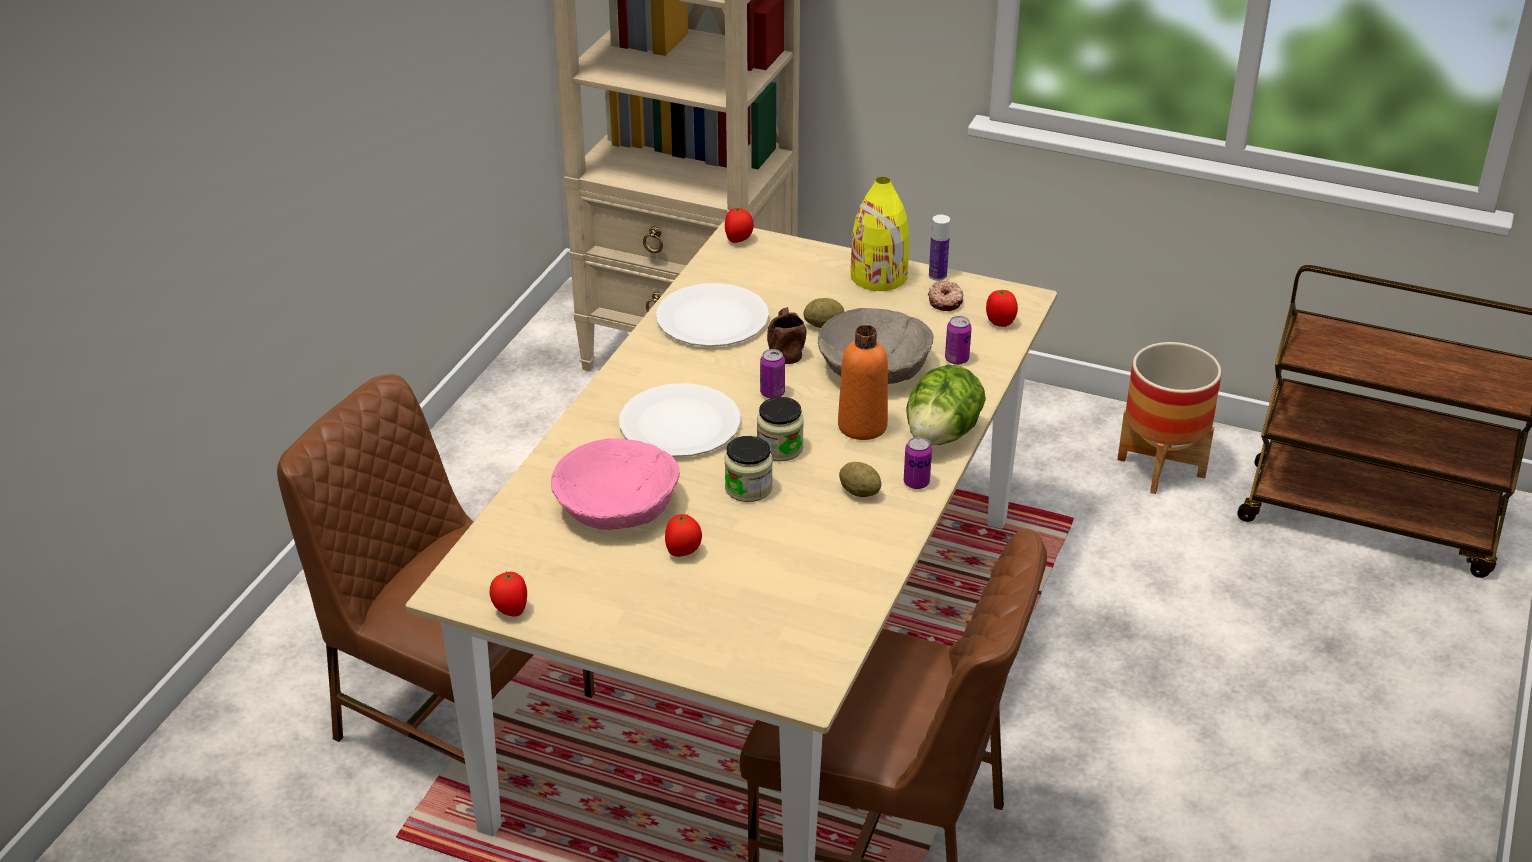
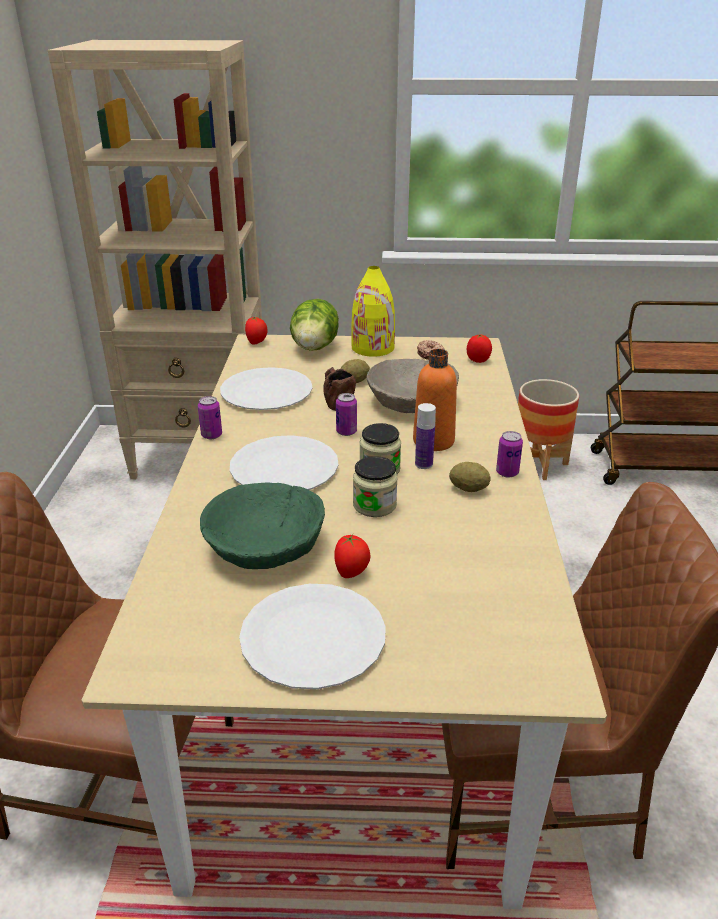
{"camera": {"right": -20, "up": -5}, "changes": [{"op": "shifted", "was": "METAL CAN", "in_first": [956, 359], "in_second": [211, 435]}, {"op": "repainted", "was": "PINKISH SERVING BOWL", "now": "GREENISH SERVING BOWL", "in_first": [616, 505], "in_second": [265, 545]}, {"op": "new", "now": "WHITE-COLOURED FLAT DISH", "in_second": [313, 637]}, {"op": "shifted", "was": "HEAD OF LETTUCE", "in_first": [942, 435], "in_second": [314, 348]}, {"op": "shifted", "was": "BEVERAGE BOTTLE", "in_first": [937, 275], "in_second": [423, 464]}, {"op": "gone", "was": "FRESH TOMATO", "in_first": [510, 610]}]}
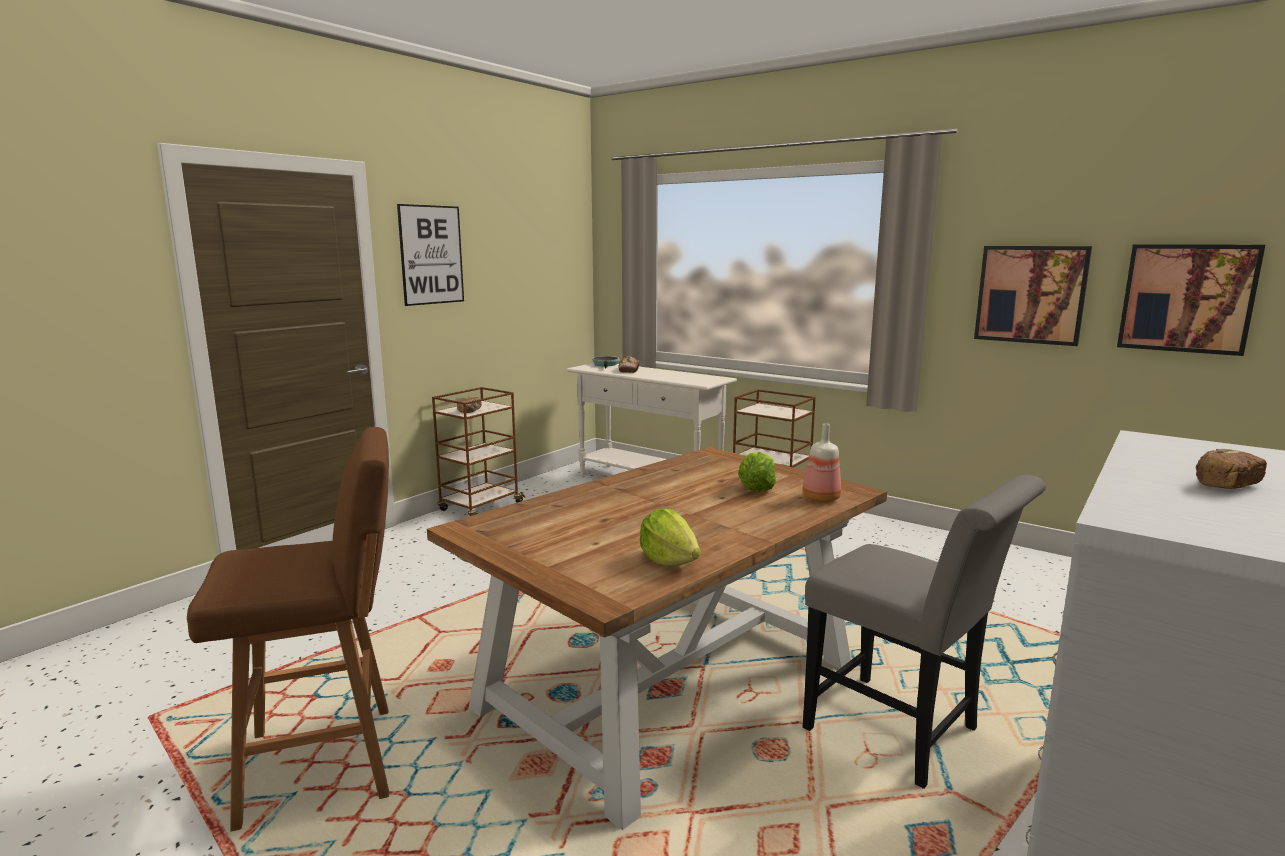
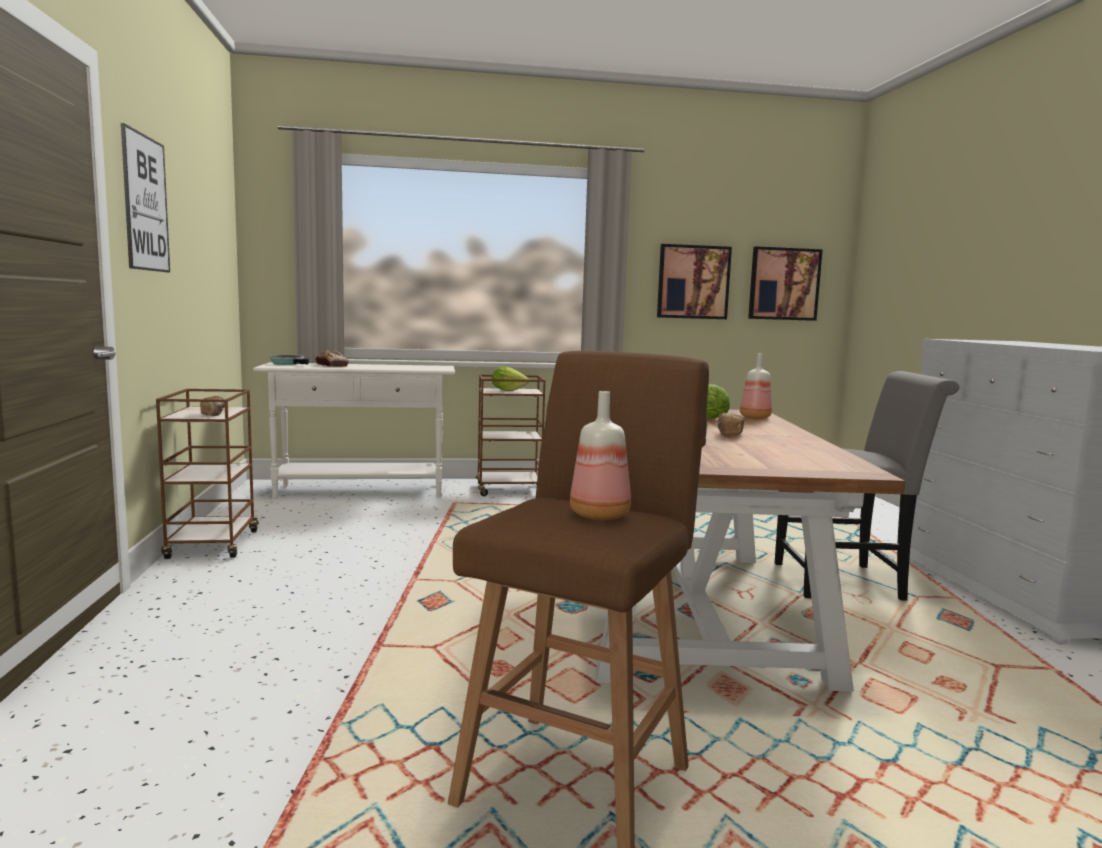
{"camera": {"right": -45, "up": -5}, "changes": [{"op": "shifted", "was": "HEAD OF LETTUCE", "in_first": [669, 561], "in_second": [508, 390]}, {"op": "new", "now": "BEVERAGE BOTTLE", "in_second": [601, 515]}, {"op": "shifted", "was": "BAKERY BREAD", "in_first": [1224, 485], "in_second": [729, 434]}]}
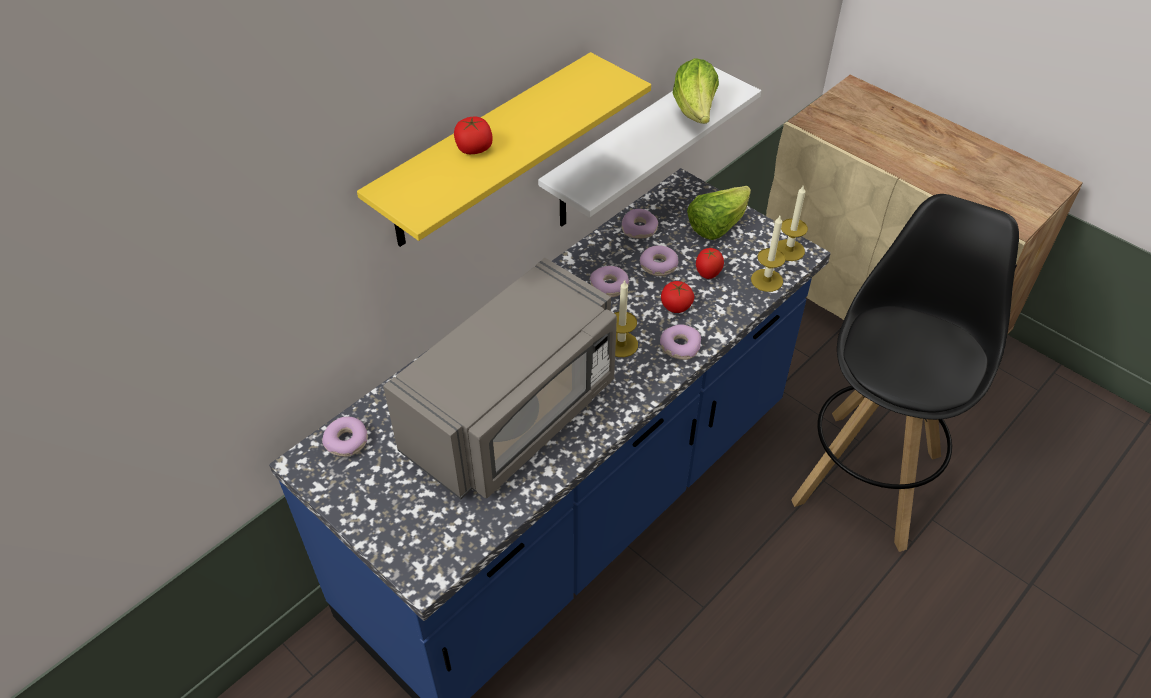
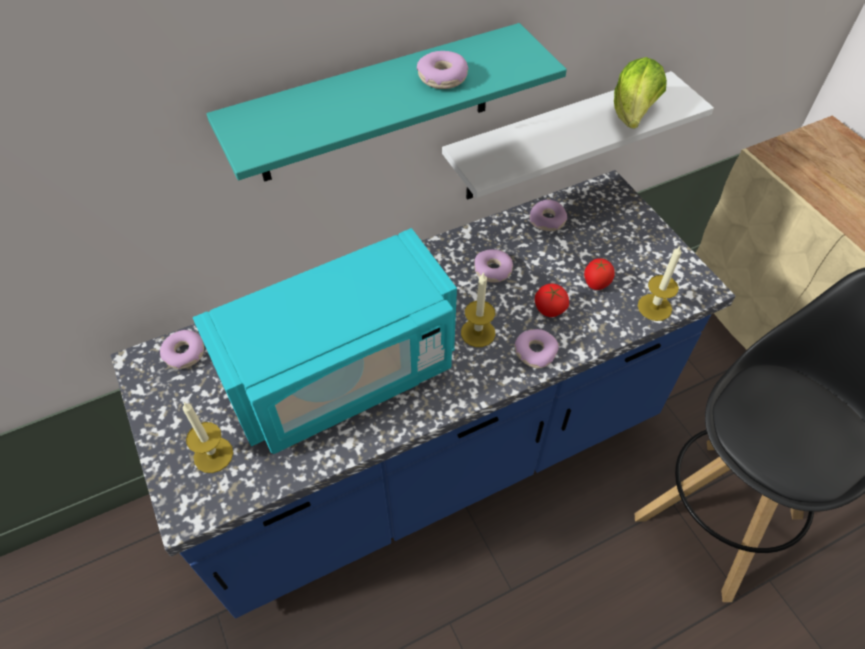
{"camera": {"right": 20, "up": 5}, "changes": [{"op": "shifted", "was": "WAX LIGHT", "in_first": [789, 250], "in_second": [213, 455]}, {"op": "repainted", "was": "GREYISH MICROWAVE", "now": "TURQUOISE MICROWAVE", "in_first": [513, 415], "in_second": [343, 374]}, {"op": "repainted", "was": "YELLOW SHELF", "now": "TURQUOISE SHELF", "in_first": [485, 152], "in_second": [375, 105]}, {"op": "shifted", "was": "RING DOUGHNUT", "in_first": [658, 266], "in_second": [442, 78]}, {"op": "gone", "was": "FRESH TOMATO", "in_first": [474, 149]}, {"op": "gone", "was": "HEAD OF LETTUCE", "in_first": [717, 226]}]}
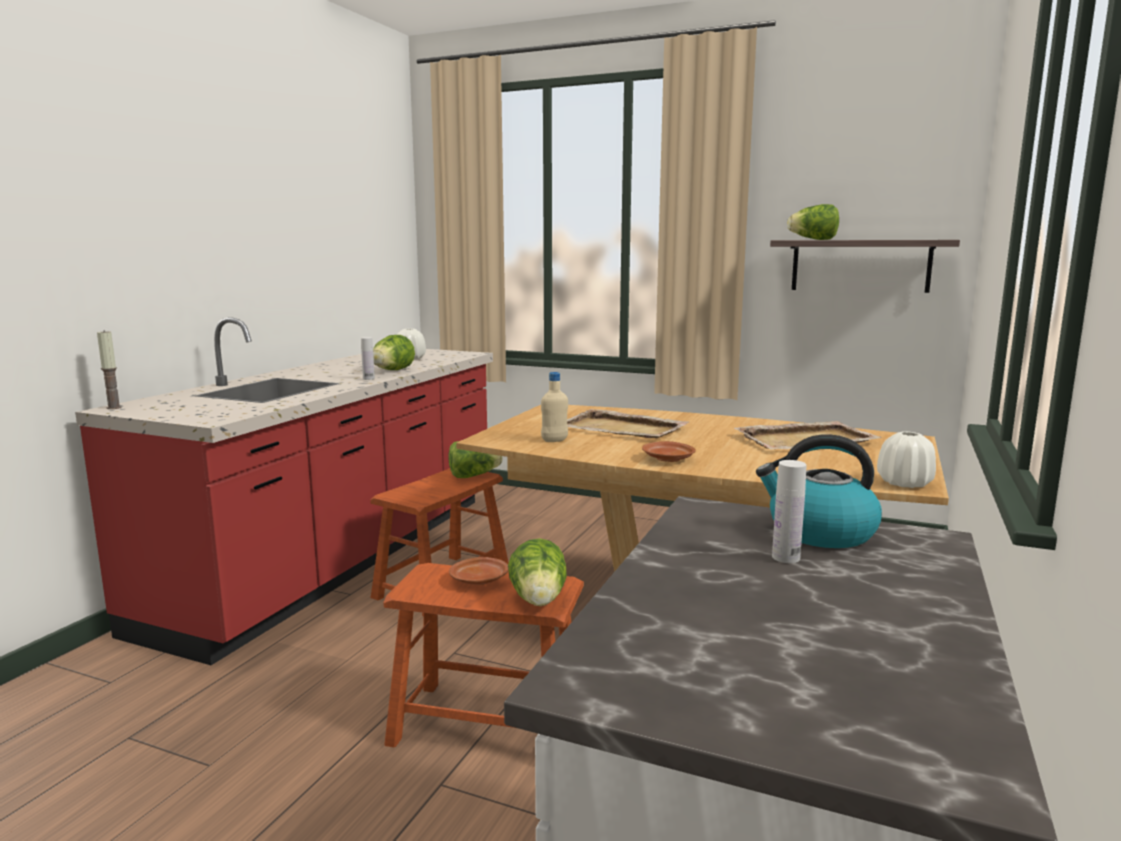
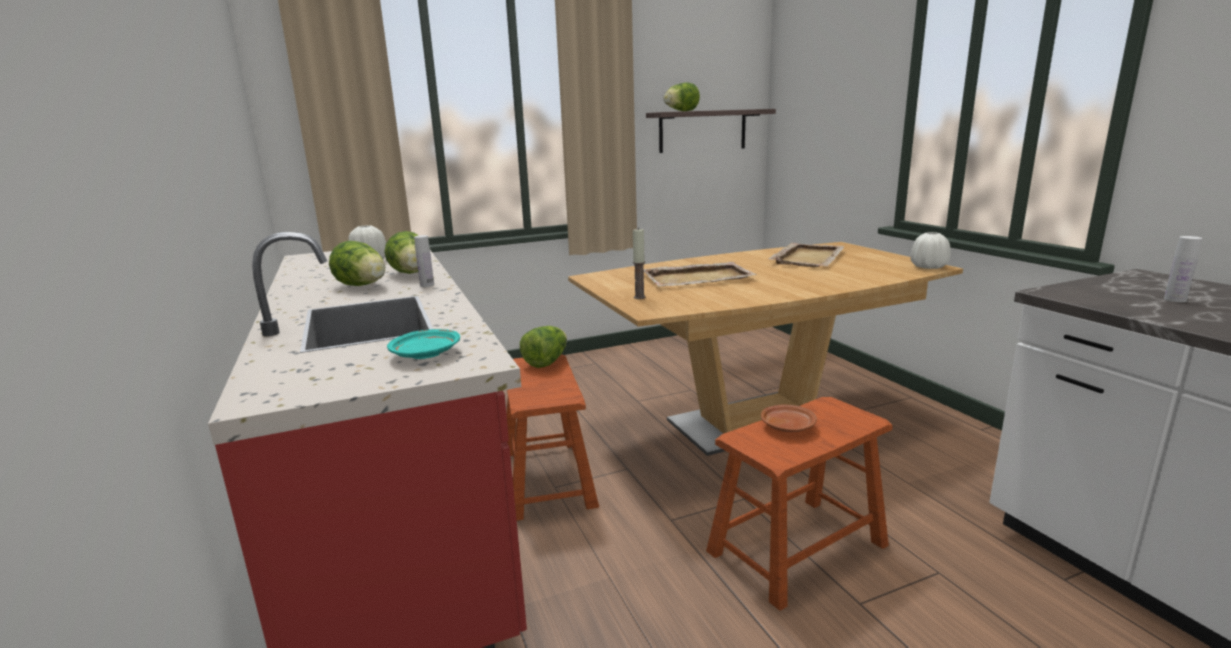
{"camera": {"right": -45, "up": 5}, "changes": [{"op": "shifted", "was": "HEAD OF LETTUCE", "in_first": [539, 601], "in_second": [363, 286]}, {"op": "new", "now": "TURQUOISE FLAT DISH", "in_second": [426, 354]}, {"op": "shifted", "was": "WAX LIGHT", "in_first": [114, 407], "in_second": [639, 297]}, {"op": "gone", "was": "BEIGE-COLOURED BEVERAGE BOTTLE", "in_first": [554, 440]}, {"op": "gone", "was": "BROWN-COLOURED FLAT DISH", "in_first": [668, 459]}, {"op": "gone", "was": "TEA KETTLE", "in_first": [820, 532]}]}
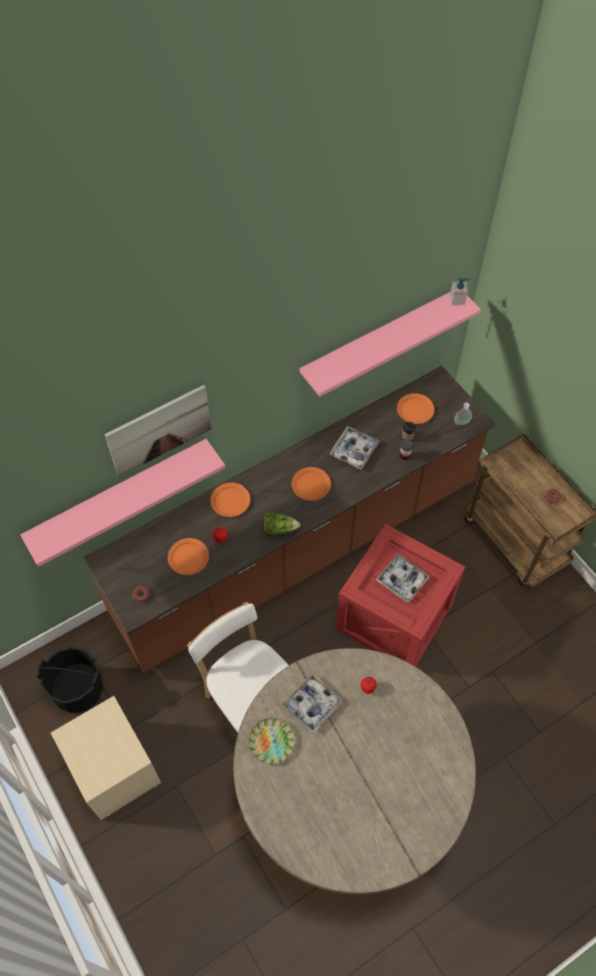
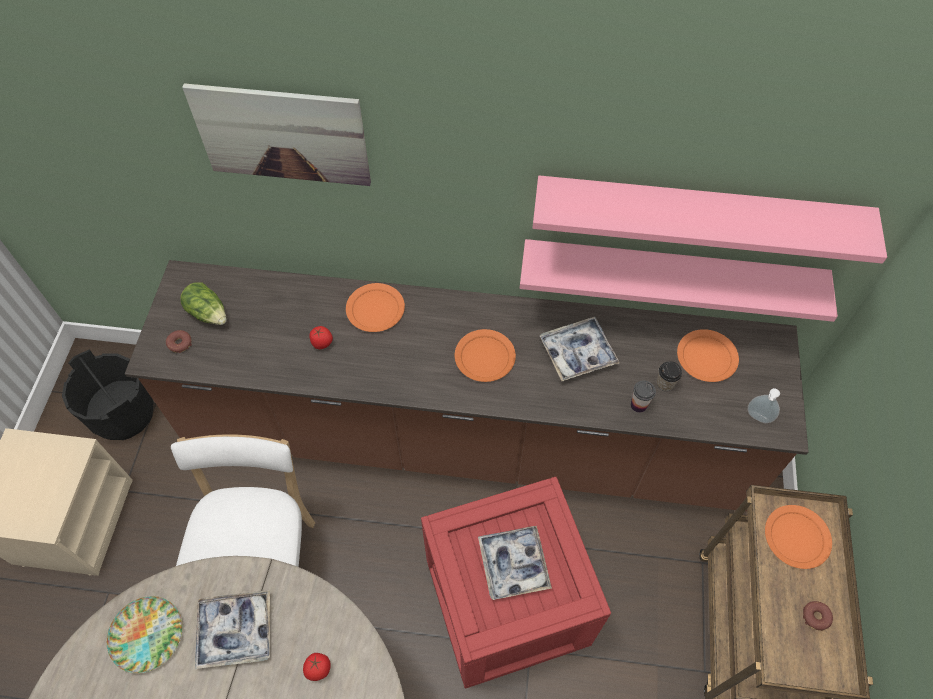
{"camera": {"right": 40, "up": 0}, "changes": [{"op": "shifted", "was": "HEAD OF LETTUCE", "in_first": [279, 528], "in_second": [209, 313]}, {"op": "shifted", "was": "PINKISH SHELF", "in_first": [119, 495], "in_second": [670, 271]}, {"op": "shifted", "was": "ORANGEY FLAT DISH", "in_first": [188, 557], "in_second": [796, 537]}, {"op": "gone", "was": "SOAP BOTTLE", "in_first": [457, 300]}]}
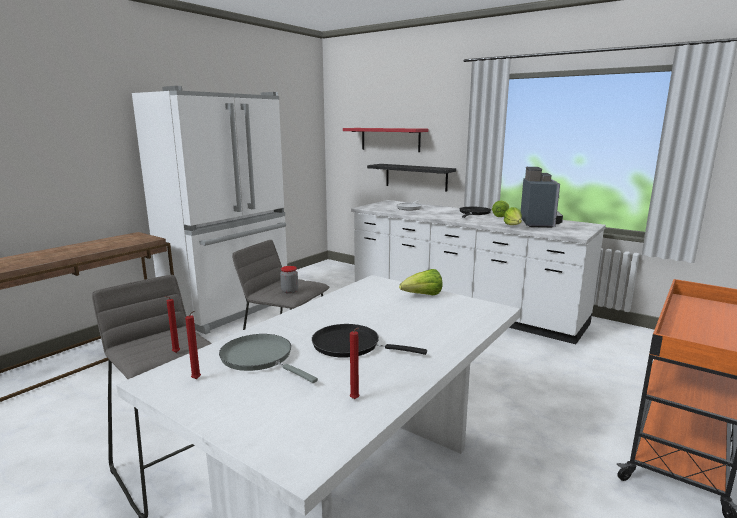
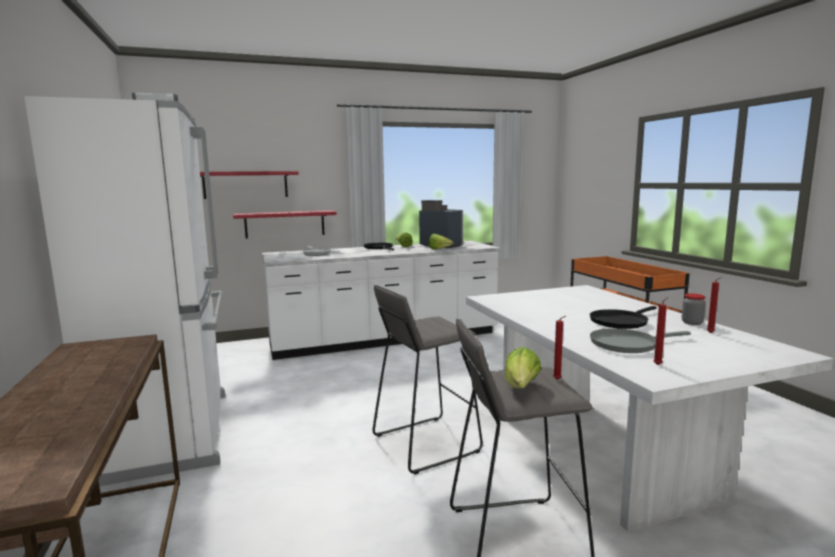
{"camera": {"right": -55, "up": -5}, "changes": [{"op": "repainted", "was": "BLACKISH SHELF", "now": "RED SHELF", "in_first": [416, 177], "in_second": [285, 224]}, {"op": "shifted", "was": "HEAD OF LETTUCE", "in_first": [422, 296], "in_second": [521, 387]}, {"op": "shifted", "was": "STORAGE JAR", "in_first": [289, 291], "in_second": [692, 323]}]}
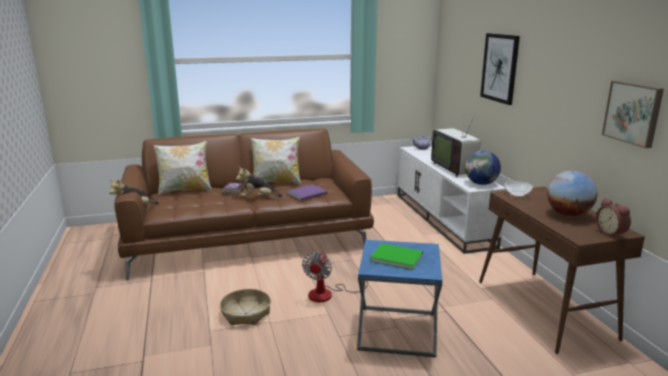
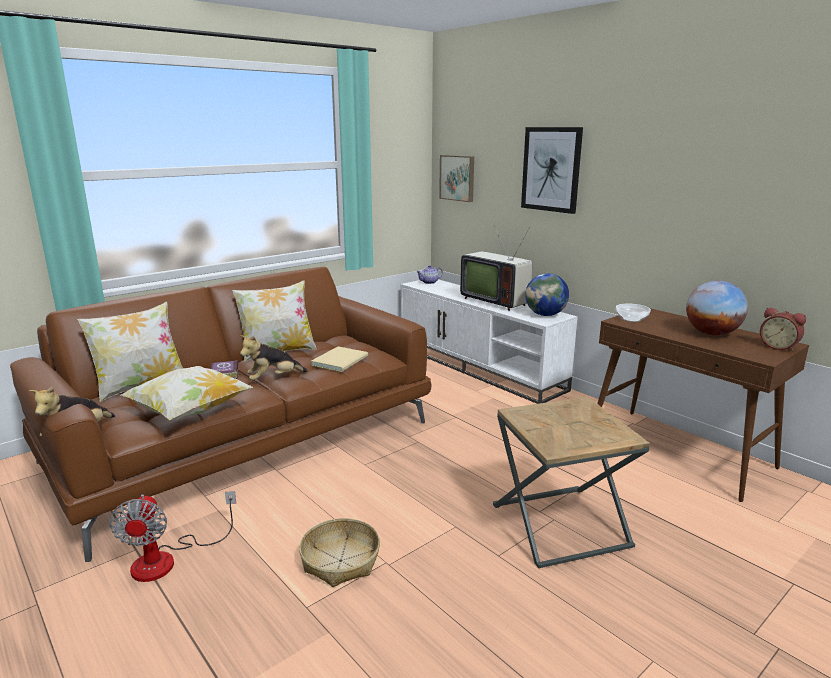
{"camera": {"right": -25, "up": 0}, "changes": [{"op": "shifted", "was": "FAN", "in_first": [328, 294], "in_second": [168, 559]}, {"op": "new", "now": "PILLOW", "in_second": [190, 412]}, {"op": "repainted", "was": "PURPLISH VOLUME", "now": "BEIGE-COLOURED VOLUME", "in_first": [308, 193], "in_second": [342, 360]}, {"op": "shifted", "was": "WALL PICTURE", "in_first": [633, 113], "in_second": [458, 178]}, {"op": "repainted", "was": "BLUE END TABLE", "now": "BROWN-COLOURED END TABLE", "in_first": [397, 331], "in_second": [560, 525]}, {"op": "gone", "was": "GREENISH VOLUME", "in_first": [395, 257]}]}
